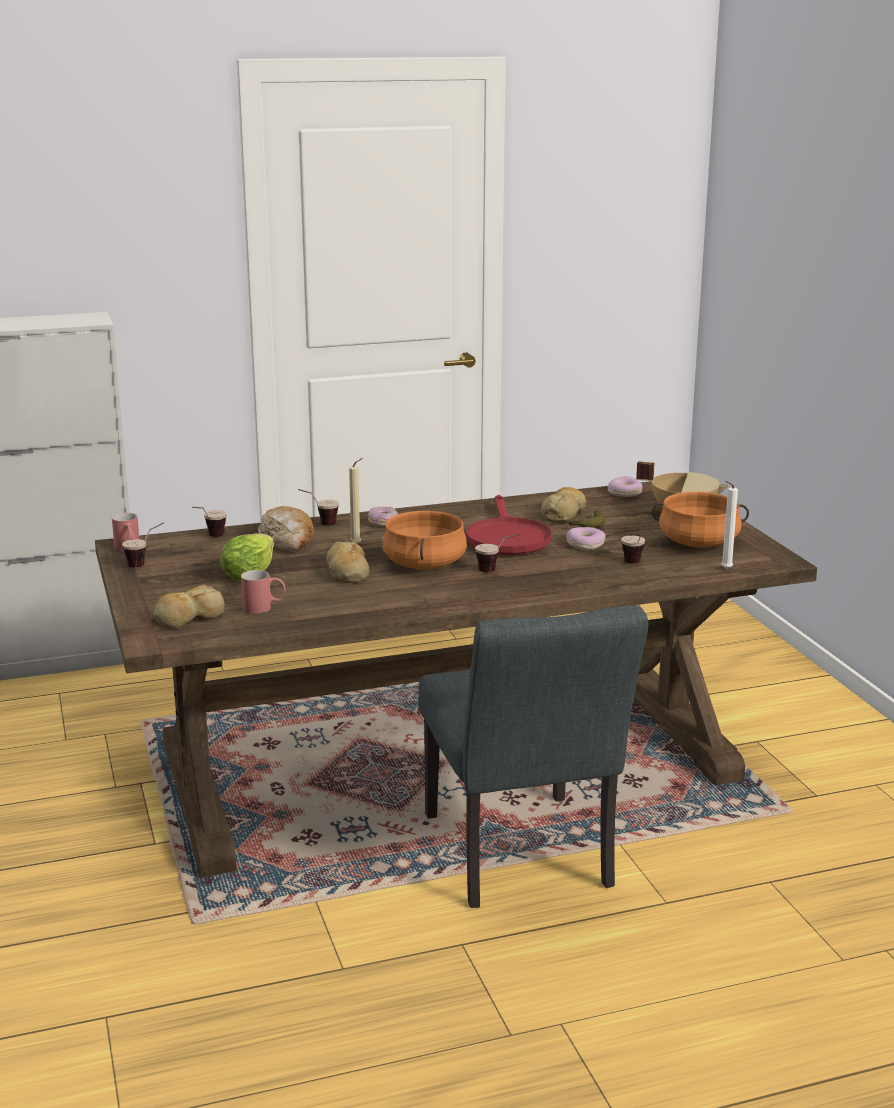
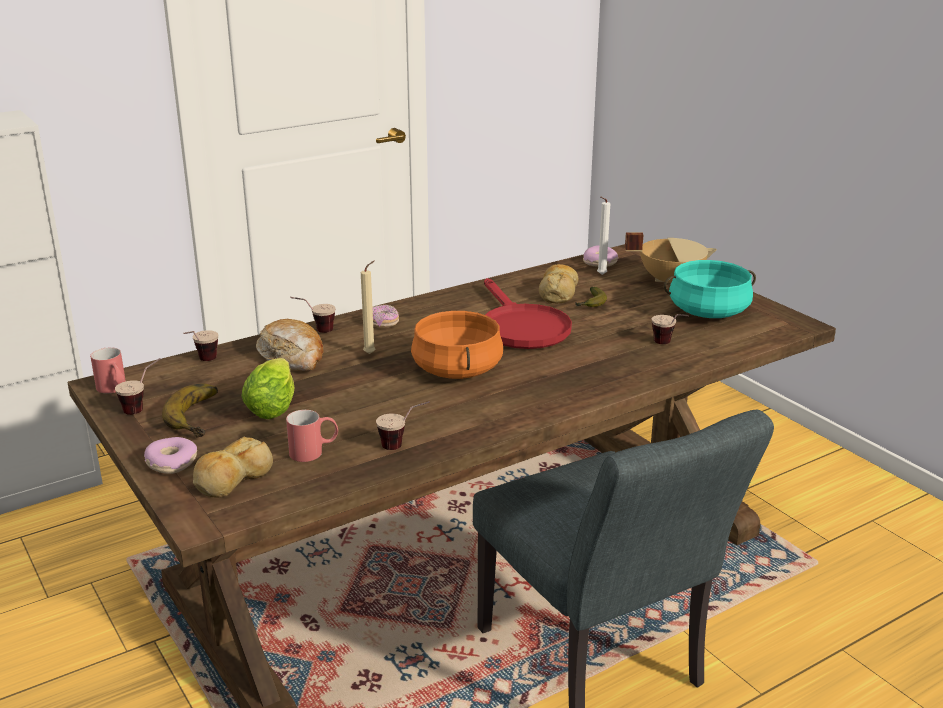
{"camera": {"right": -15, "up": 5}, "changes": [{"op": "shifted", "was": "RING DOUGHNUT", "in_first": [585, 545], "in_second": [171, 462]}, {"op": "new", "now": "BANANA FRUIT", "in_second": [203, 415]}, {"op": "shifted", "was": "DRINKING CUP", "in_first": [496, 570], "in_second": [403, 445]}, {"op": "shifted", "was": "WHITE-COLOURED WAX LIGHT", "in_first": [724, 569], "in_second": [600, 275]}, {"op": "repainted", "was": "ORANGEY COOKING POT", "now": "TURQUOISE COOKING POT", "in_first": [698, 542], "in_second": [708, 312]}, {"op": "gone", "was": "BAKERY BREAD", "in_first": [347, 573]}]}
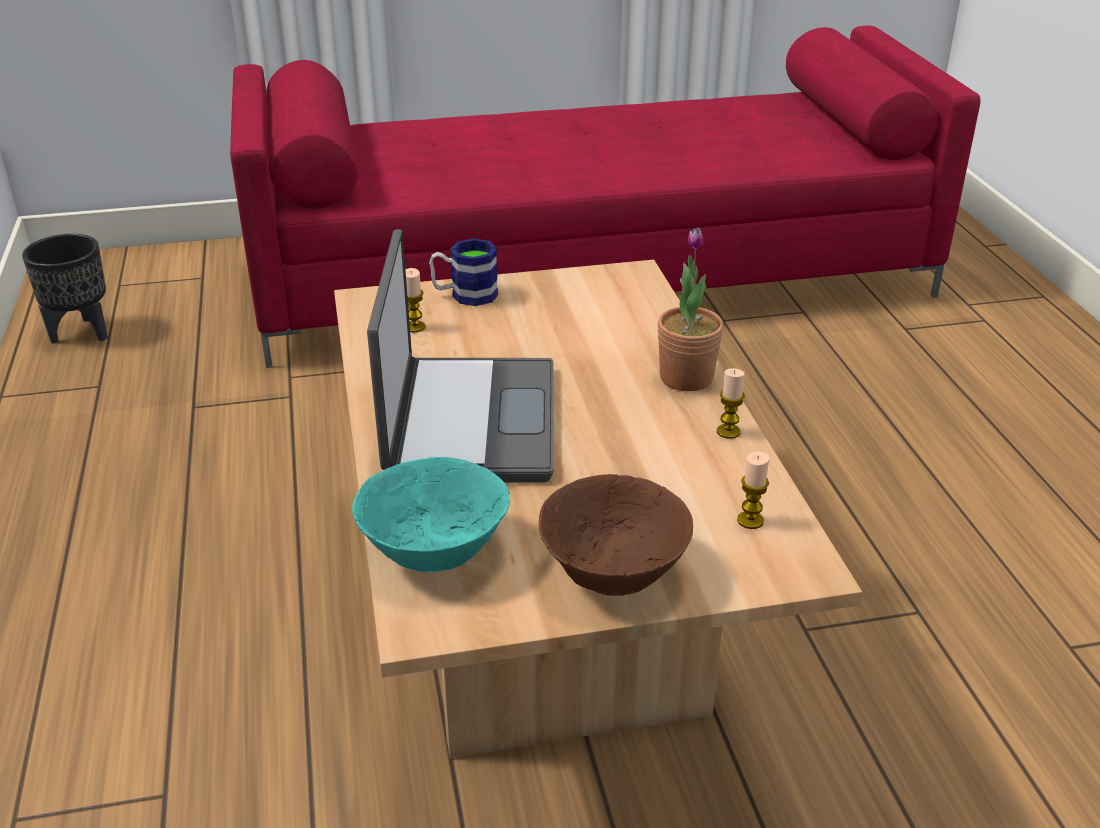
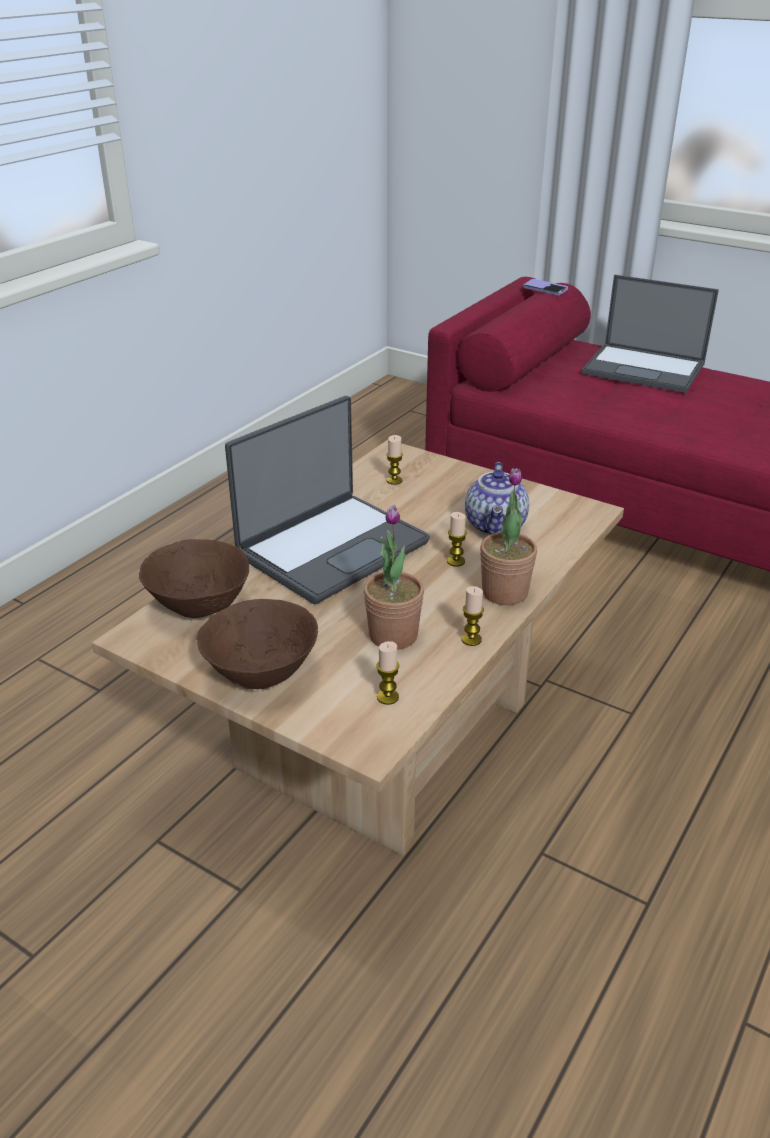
{"camera": {"right": 45, "up": 0}, "changes": [{"op": "repainted", "was": "TURQUOISE SERVING BOWL", "now": "BROWN-COLOURED SERVING BOWL", "in_first": [433, 552], "in_second": [199, 605]}, {"op": "new", "now": "PLANT IN A POT", "in_second": [393, 635]}, {"op": "new", "now": "WAX LIGHT", "in_second": [455, 561]}, {"op": "new", "now": "TEA POT", "in_second": [497, 526]}, {"op": "new", "now": "TELEPHONE", "in_second": [545, 289]}, {"op": "new", "now": "PORTABLE COMPUTER", "in_second": [645, 369]}, {"op": "gone", "was": "BLACKISH PLANT POT", "in_first": [82, 332]}, {"op": "gone", "was": "TEA MUG", "in_first": [464, 295]}]}
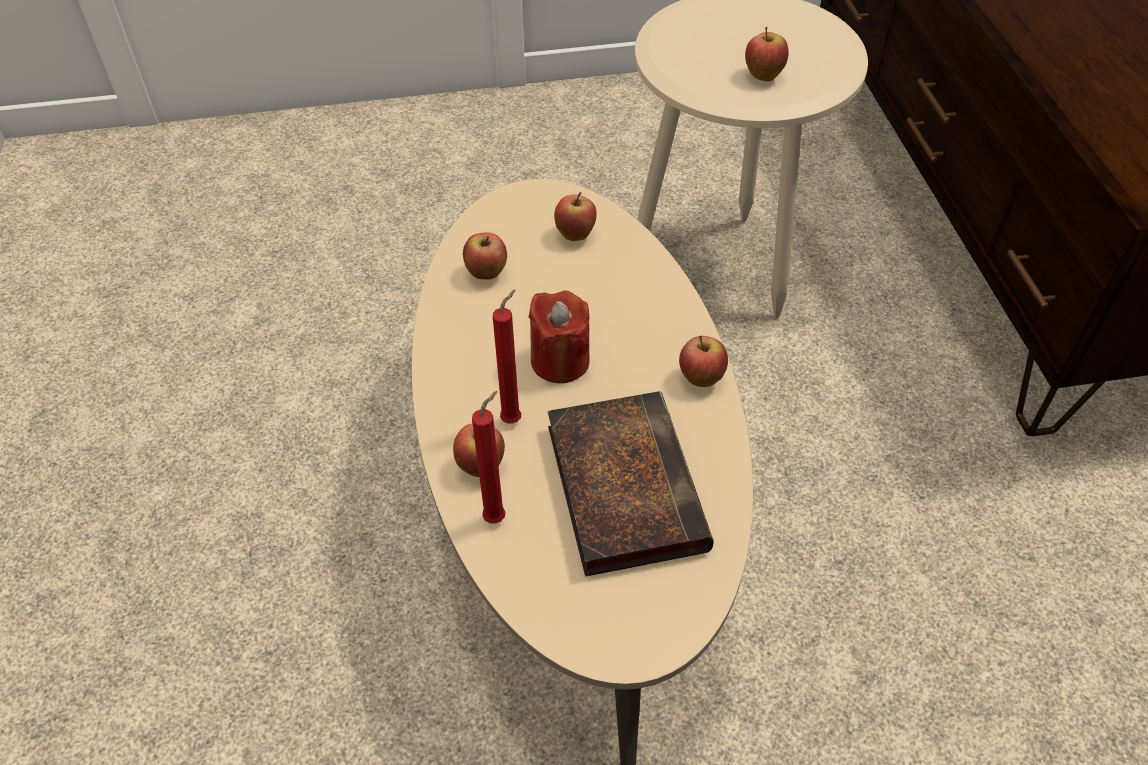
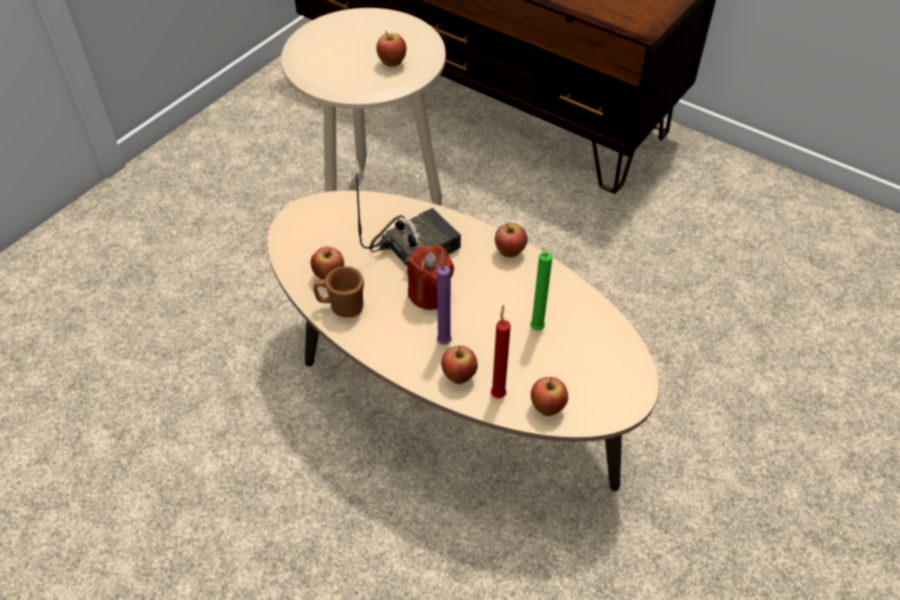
{"camera": {"right": -45, "up": 0}, "changes": [{"op": "new", "now": "BROWN-COLOURED TEA MUG", "in_second": [341, 306]}, {"op": "new", "now": "RADIO SET", "in_second": [415, 246]}, {"op": "repainted", "was": "RED WAX LIGHT", "now": "PURPLISH WAX LIGHT", "in_first": [514, 418], "in_second": [444, 340]}, {"op": "swapped", "was": "VOLUME", "now": "GREENISH WAX LIGHT", "in_first": [621, 484], "in_second": [535, 330]}, {"op": "shifted", "was": "WHOLE APPLE", "in_first": [575, 235], "in_second": [547, 408]}]}
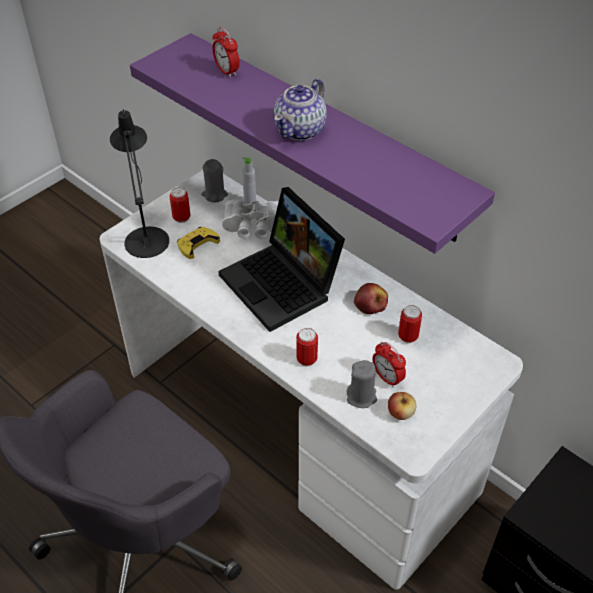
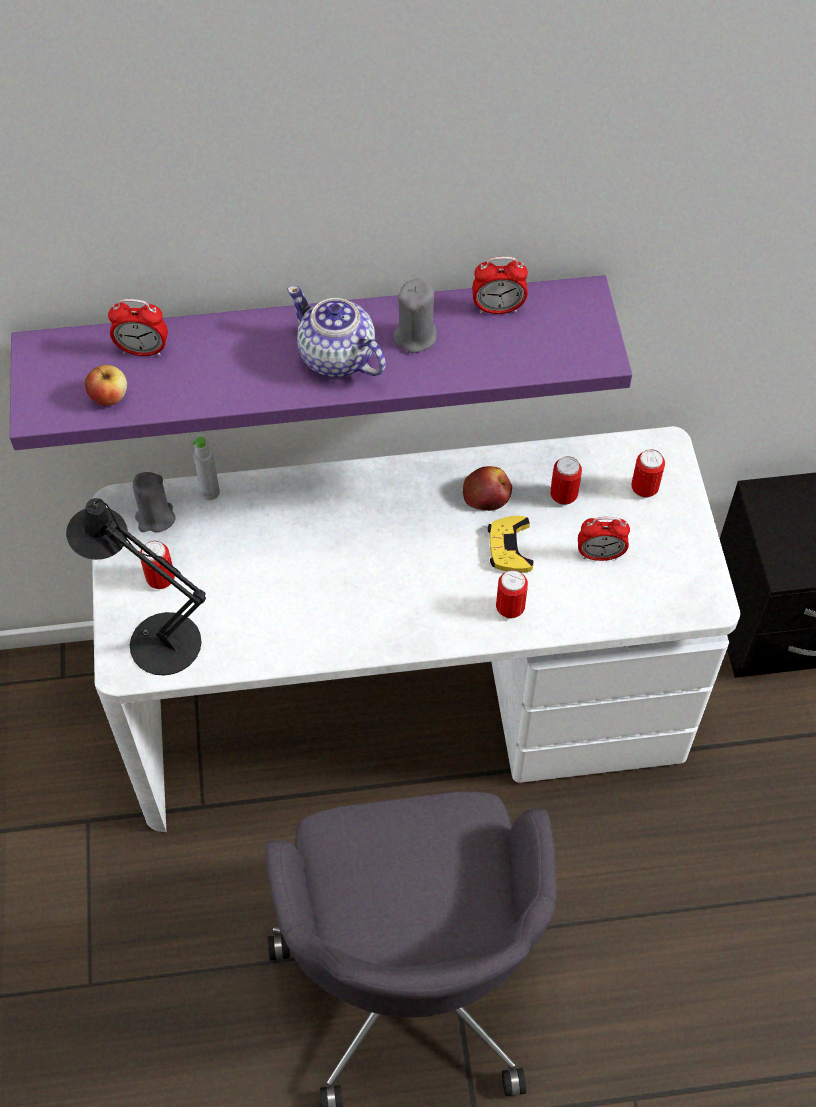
{"camera": {"right": -50, "up": 10}, "changes": [{"op": "shifted", "was": "WHOLE APPLE", "in_first": [400, 413], "in_second": [109, 397]}, {"op": "rotated", "was": "TEA POT", "in_first": [300, 130], "in_second": [337, 358], "clockwise": 150}, {"op": "shifted", "was": "GREYISH WAX LIGHT", "in_first": [361, 396], "in_second": [415, 336]}, {"op": "new", "now": "TABLE CLOCK", "in_second": [498, 309]}, {"op": "shifted", "was": "YELLOW JOYPAD", "in_first": [197, 244], "in_second": [509, 548]}, {"op": "new", "now": "METAL CAN", "in_second": [644, 489]}, {"op": "gone", "was": "PORTABLE COMPUTER", "in_first": [283, 285]}, {"op": "gone", "was": "WHITE-COLOURED BINOCULARS", "in_first": [254, 228]}]}
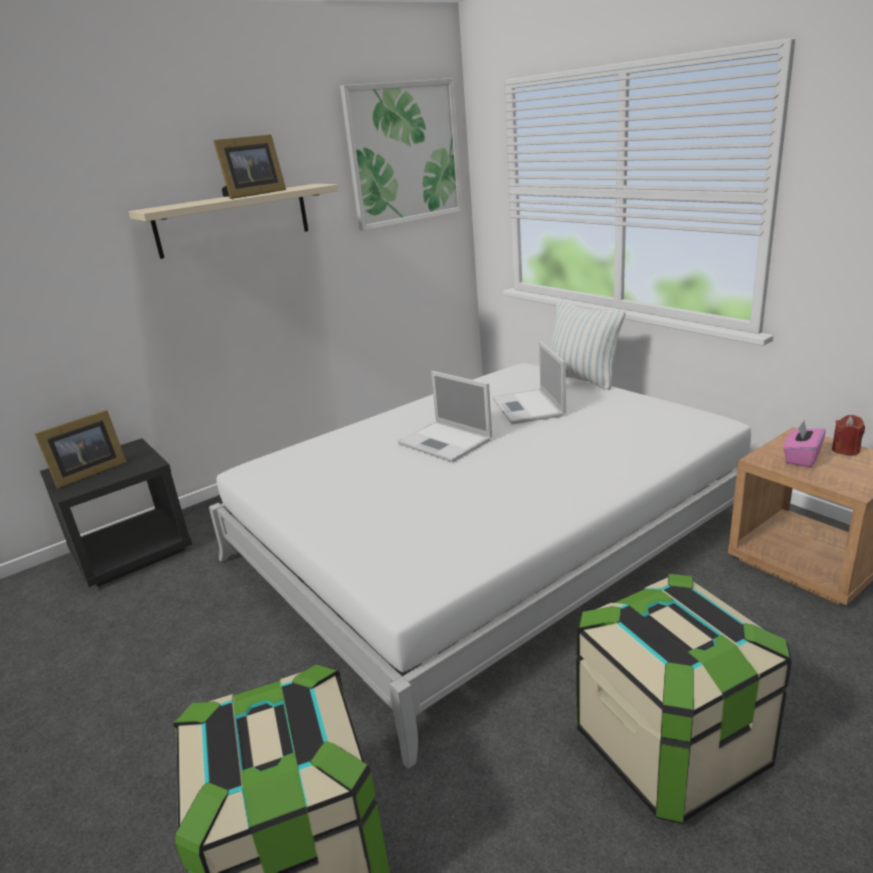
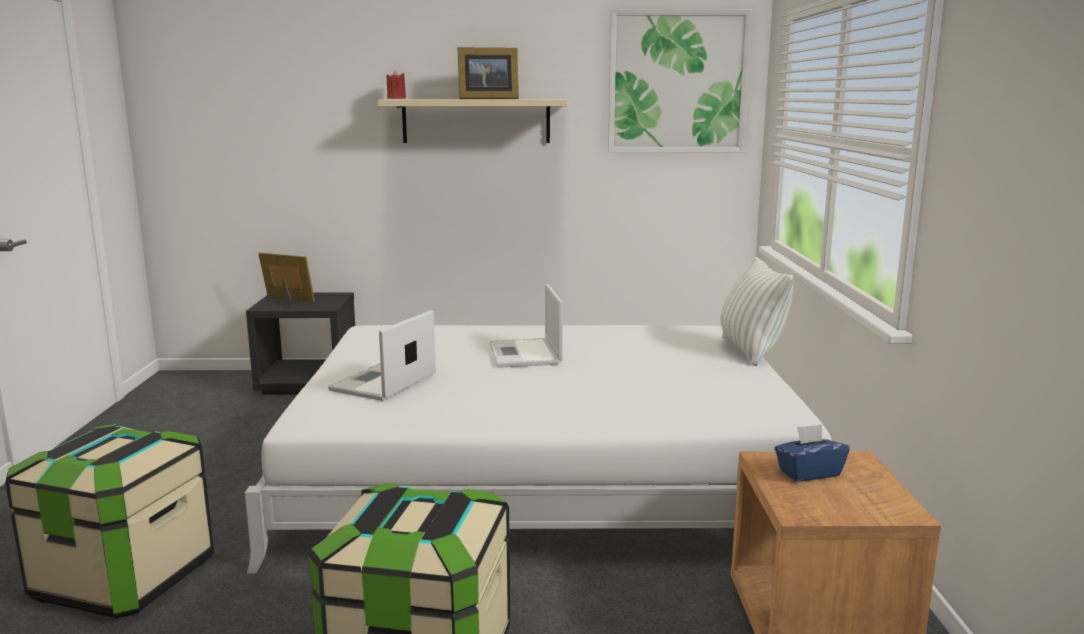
{"camera": {"right": 35, "up": -10}, "changes": [{"op": "rotated", "was": "STANDING FRAME", "in_first": [87, 473], "in_second": [287, 301], "clockwise": -150}, {"op": "shifted", "was": "PORTABLE COMPUTER", "in_first": [529, 408], "in_second": [382, 383]}, {"op": "shifted", "was": "RED WAX LIGHT", "in_first": [845, 450], "in_second": [396, 98]}, {"op": "repainted", "was": "PINKISH TISSUE HOLDER", "now": "BLUE TISSUE HOLDER", "in_first": [801, 458], "in_second": [808, 473]}]}
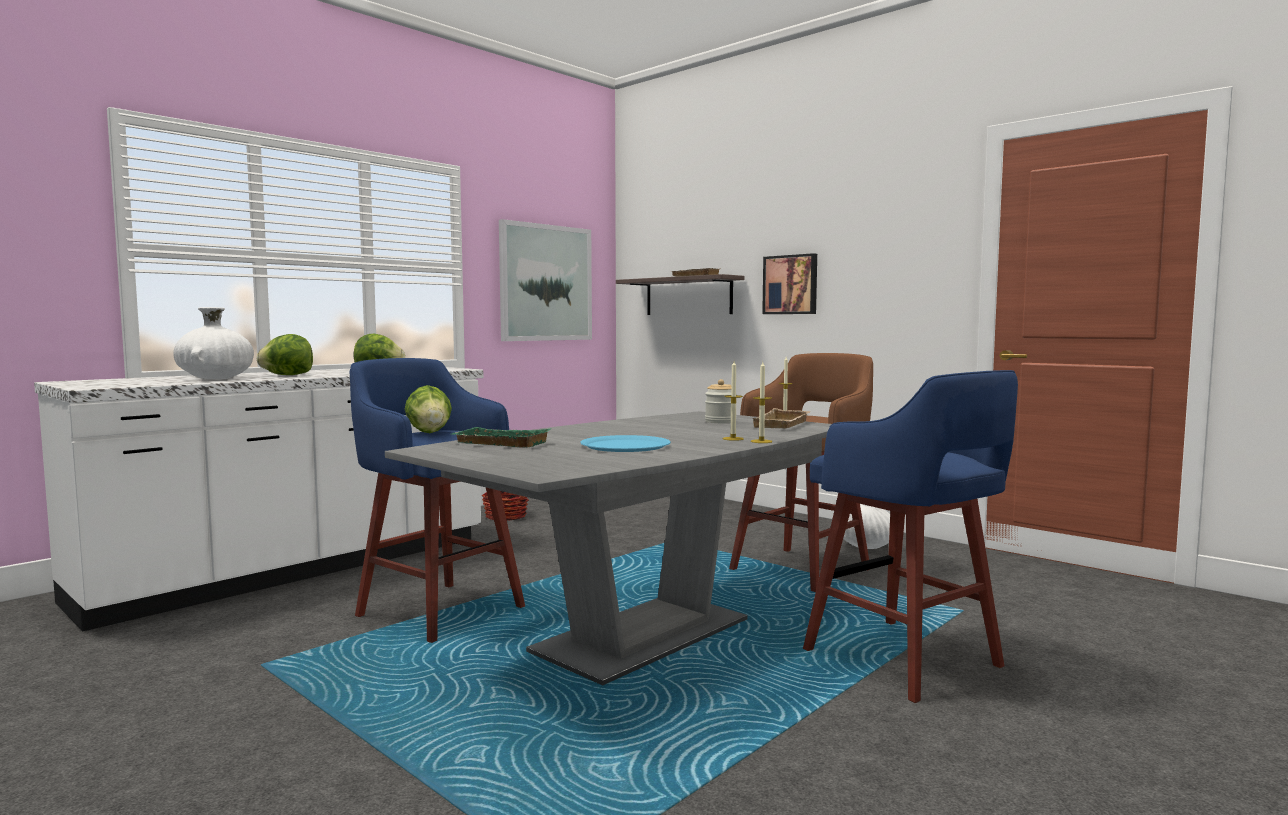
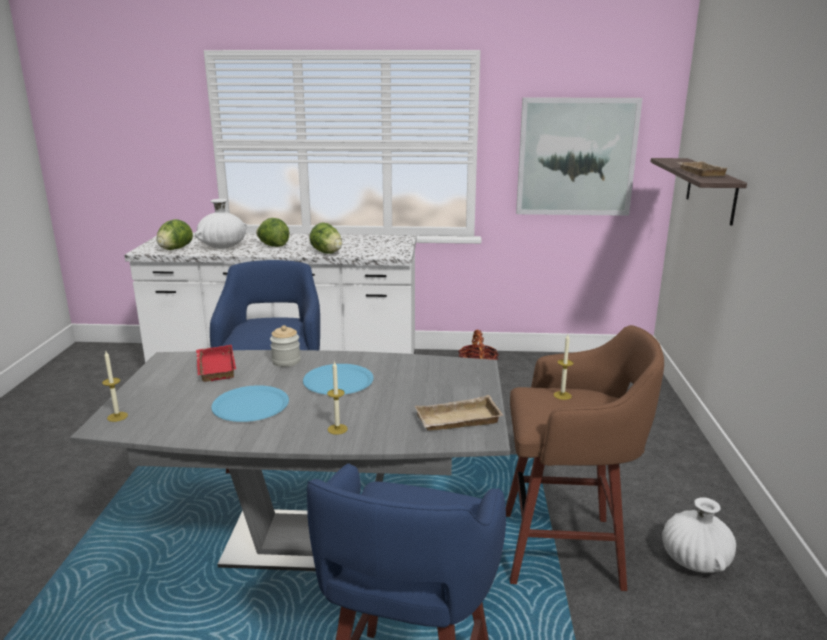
{"camera": {"right": 50, "up": 15}, "changes": [{"op": "shifted", "was": "WAX LIGHT", "in_first": [761, 441], "in_second": [117, 416]}, {"op": "shifted", "was": "HEAD OF LETTUCE", "in_first": [429, 432], "in_second": [175, 249]}, {"op": "repainted", "was": "GREENISH TRAY", "now": "RED TRAY", "in_first": [498, 444], "in_second": [214, 367]}, {"op": "shifted", "was": "STORAGE JAR", "in_first": [720, 421], "in_second": [286, 361]}, {"op": "new", "now": "BLUE FLAT DISH", "in_second": [338, 381]}, {"op": "gone", "was": "WALL PICTURE", "in_first": [791, 284]}]}
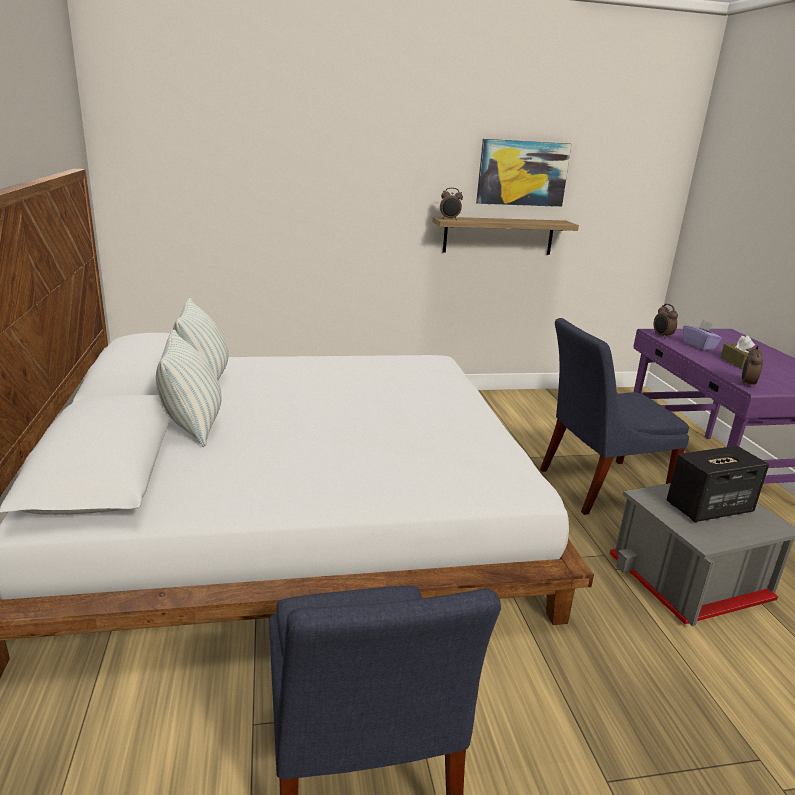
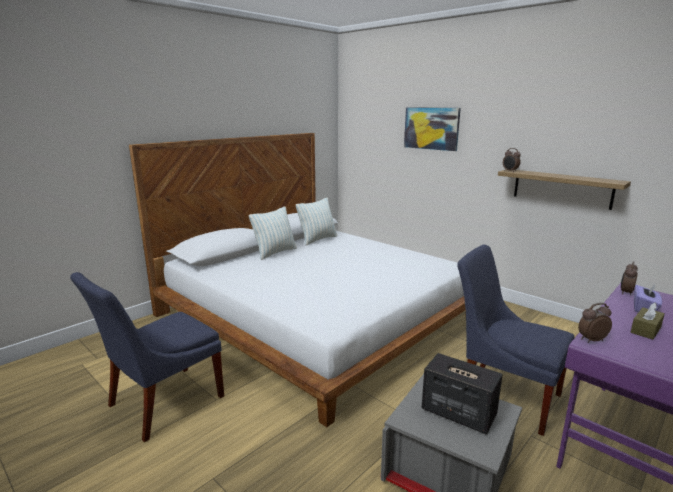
{"camera": {"right": 55, "up": -5}, "changes": [{"op": "shifted", "was": "WALL PICTURE", "in_first": [522, 173], "in_second": [431, 128]}]}
